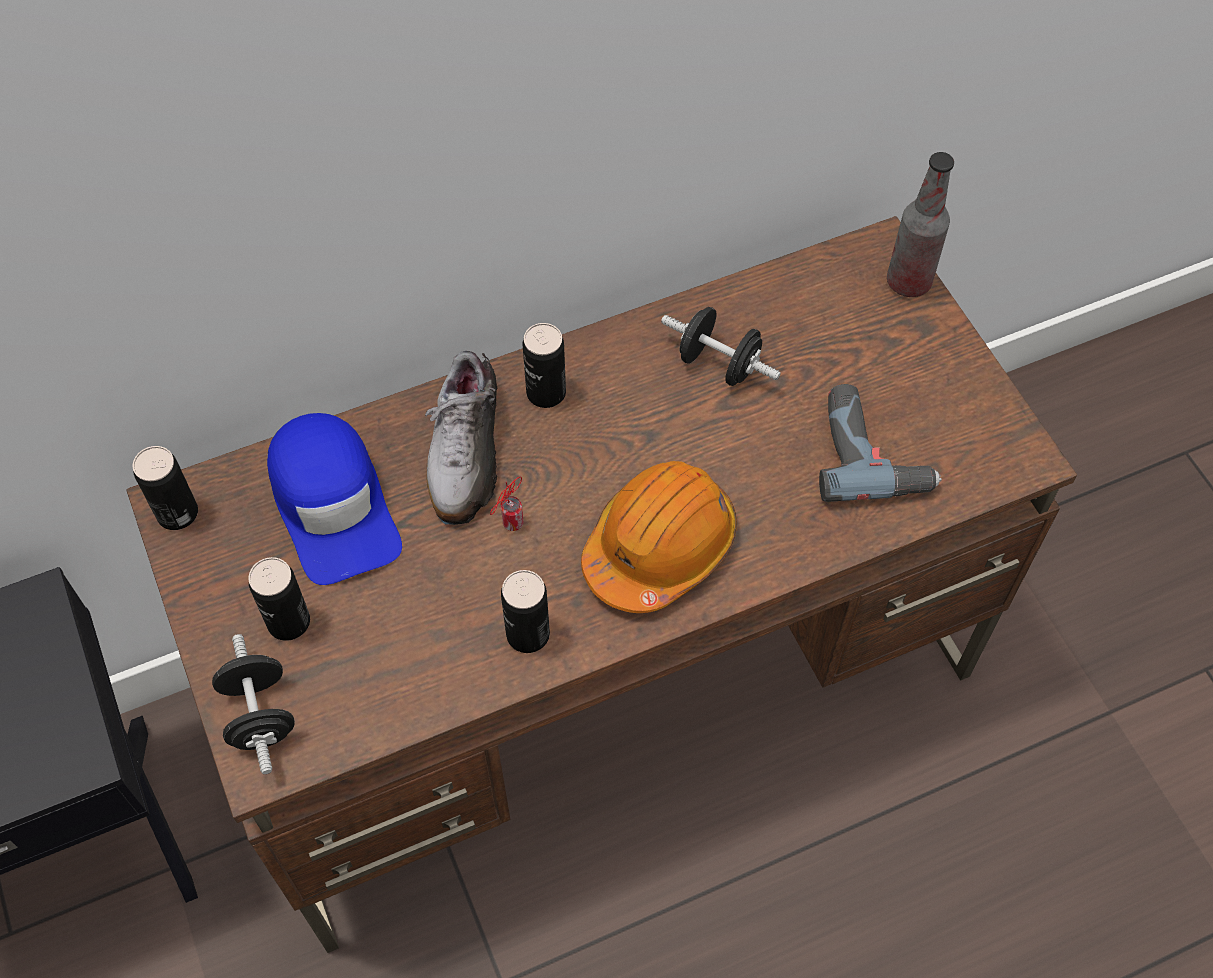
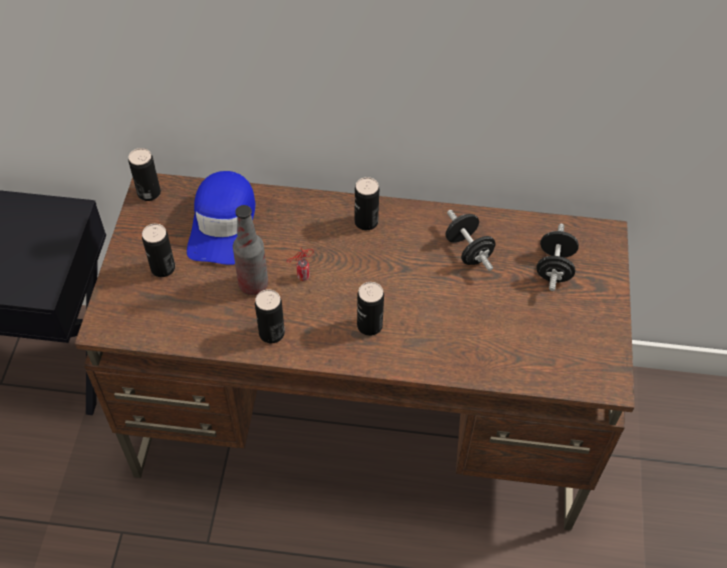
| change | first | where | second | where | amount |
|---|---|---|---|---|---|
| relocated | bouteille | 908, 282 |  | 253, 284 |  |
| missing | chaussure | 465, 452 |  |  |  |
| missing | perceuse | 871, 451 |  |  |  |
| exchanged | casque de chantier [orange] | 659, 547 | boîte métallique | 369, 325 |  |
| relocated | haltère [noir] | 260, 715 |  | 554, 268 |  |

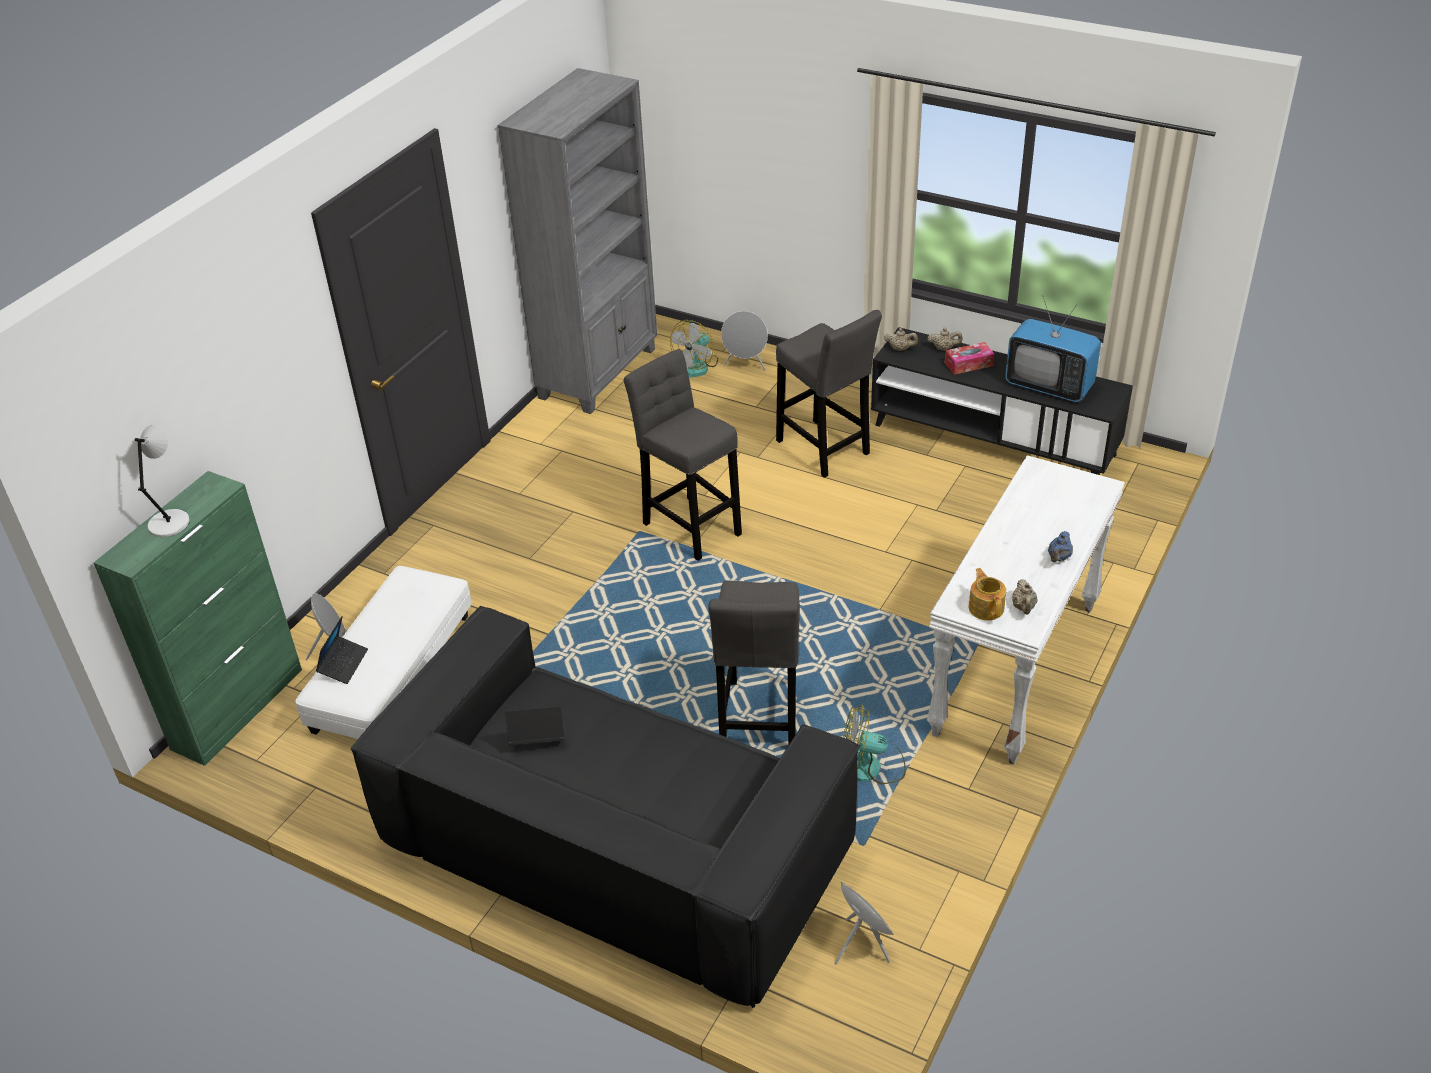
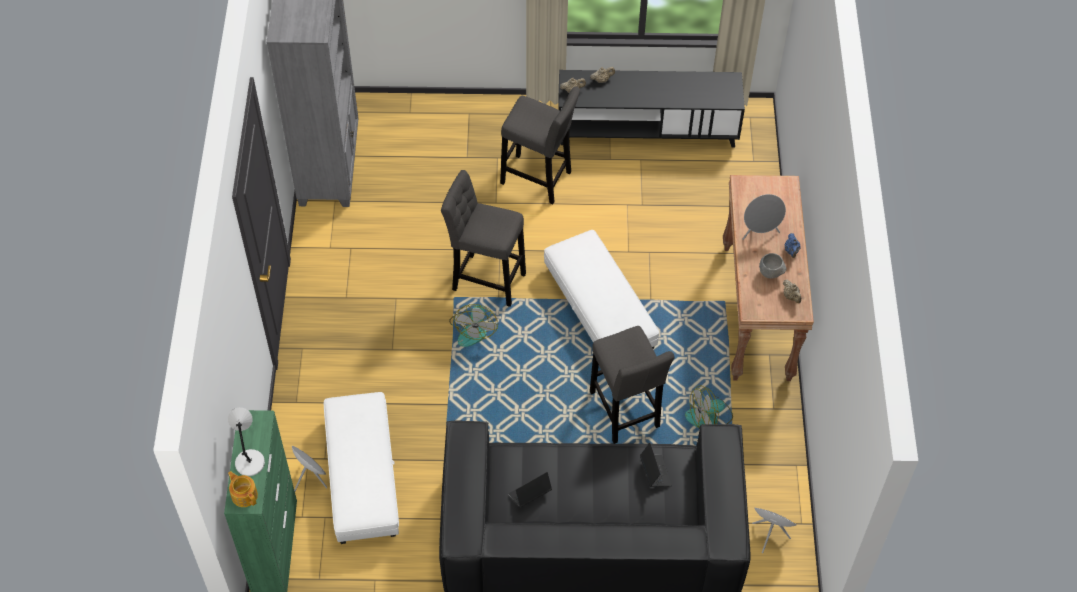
| change | first | where | second | where | amount |
|---|---|---|---|---|---|
| missing | téléviseur | 1049, 386 |  |  |  |
| relocated | enceinte [gris] | 746, 365 |  | 760, 232 |  |
| relocated | ventilateur | 696, 366 |  | 473, 329 |  |
| missing | boîte à mouchoirs | 968, 364 |  |  |  |
| colour | table console [blanc] | 1016, 670 | table console [marron] | 757, 313 |  |
| relocated | théière | 986, 607 |  | 244, 495 |  |
| relocated | ordinateur portable | 343, 664 |  | 655, 472 |  |
| appeared |  |  | pouf [blanc] | 599, 308 |  |
| appeared |  |  | bol [gris] | 770, 273 |  |

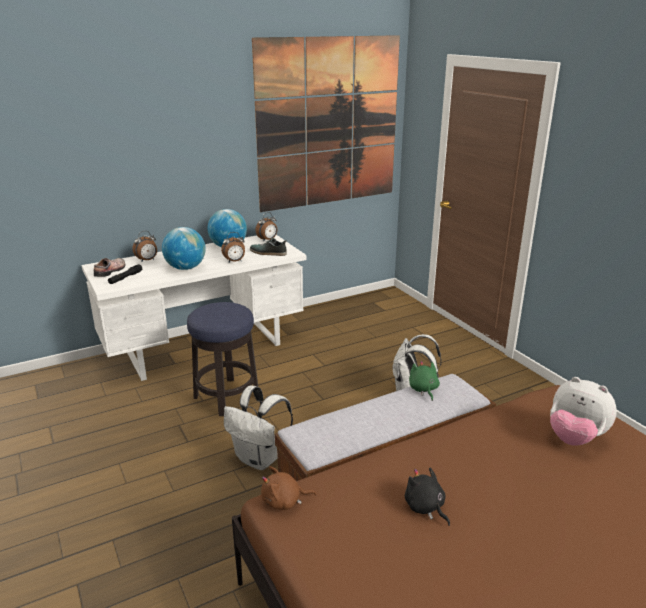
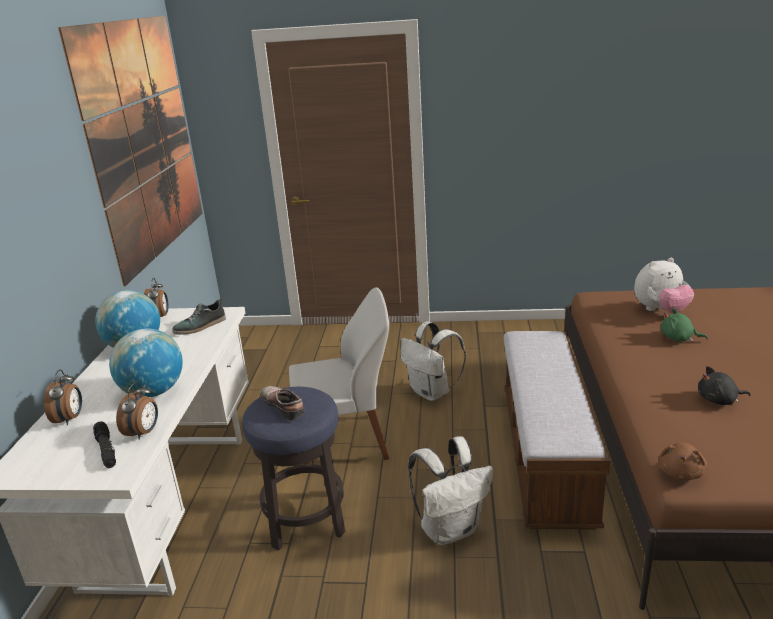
| change | first | where | second | where | amount |
|---|---|---|---|---|---|
| relocated | réveil | 234, 261 |  | 144, 432 |  |
| relocated | chaussure | 111, 271 |  | 285, 406 |  |
| relocated | peluche [vert] | 423, 389 |  | 679, 338 |  |
| appeared |  |  | chaise [blanc] | 346, 442 |  |

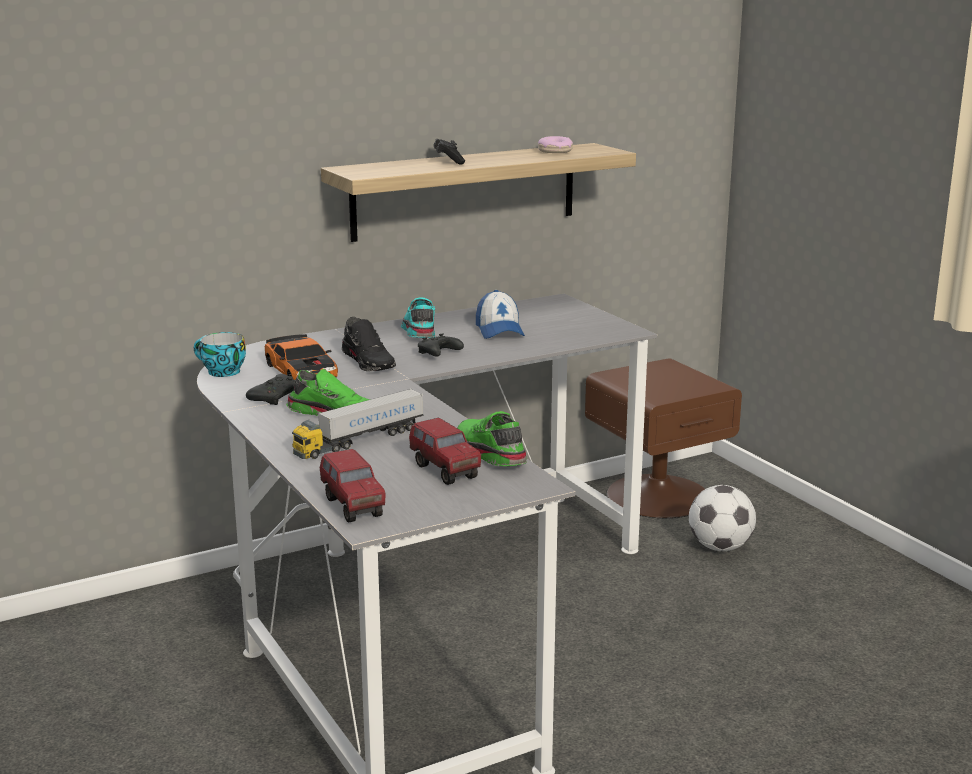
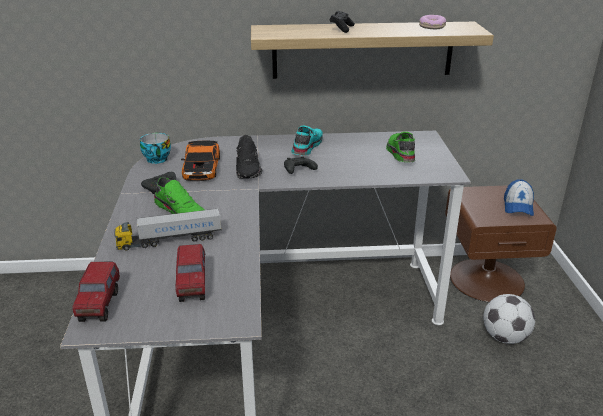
| change | first | where | second | where | amount |
|---|---|---|---|---|---|
| relocated | casquette | 499, 330 |  | 518, 206 |  |
| relocated | chaussure [vert] | 488, 453 |  | 400, 153 |  |

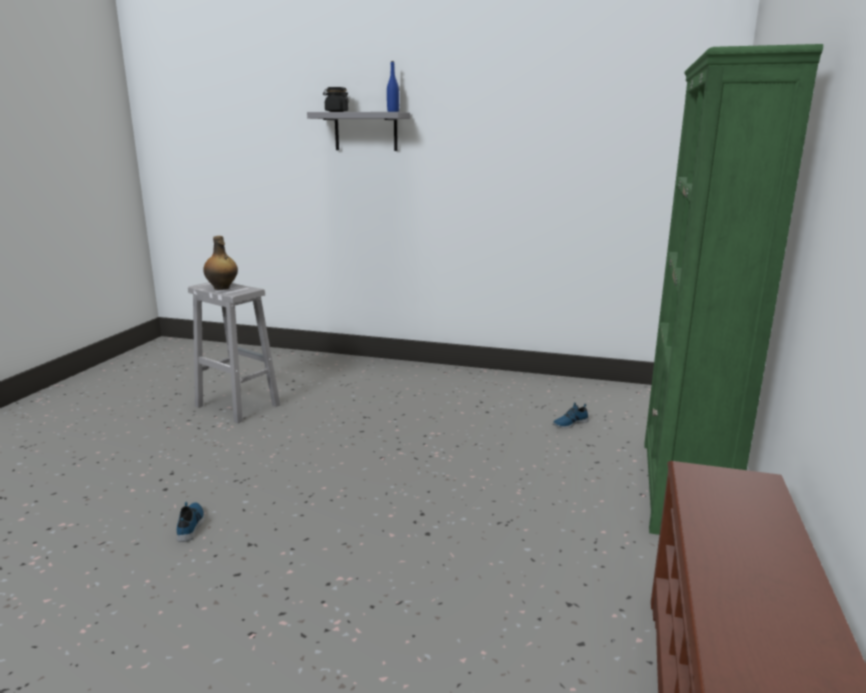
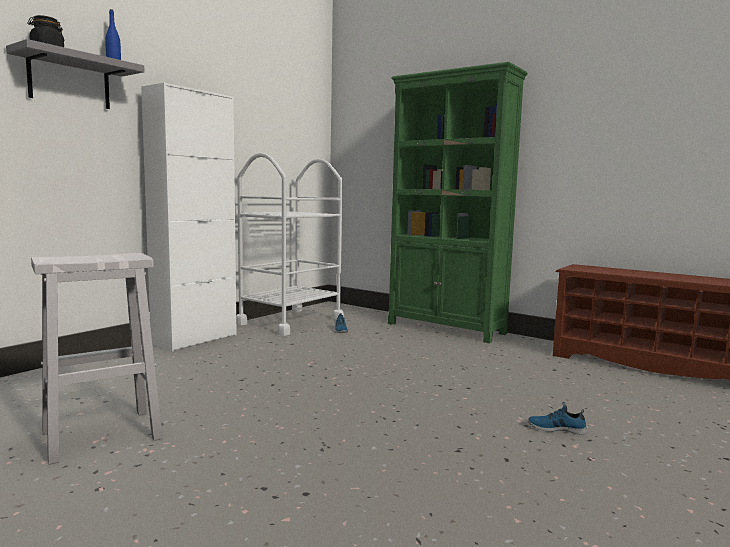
| change | first | where | second | where | amount |
|---|---|---|---|---|---|
| missing | bouteille | 222, 288 |  |  |  |
| relocated | chaussure | 191, 525 |  | 556, 428 |  |
| appeared |  |  | meuble de rangement [blanc] | 195, 339 |  |
| appeared |  |  | chariot [blanc] | 290, 321 |  |

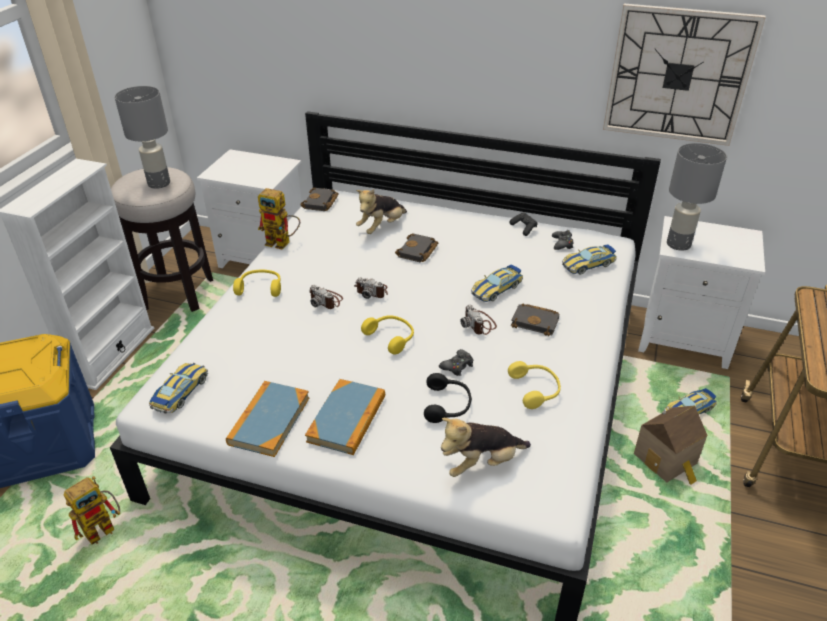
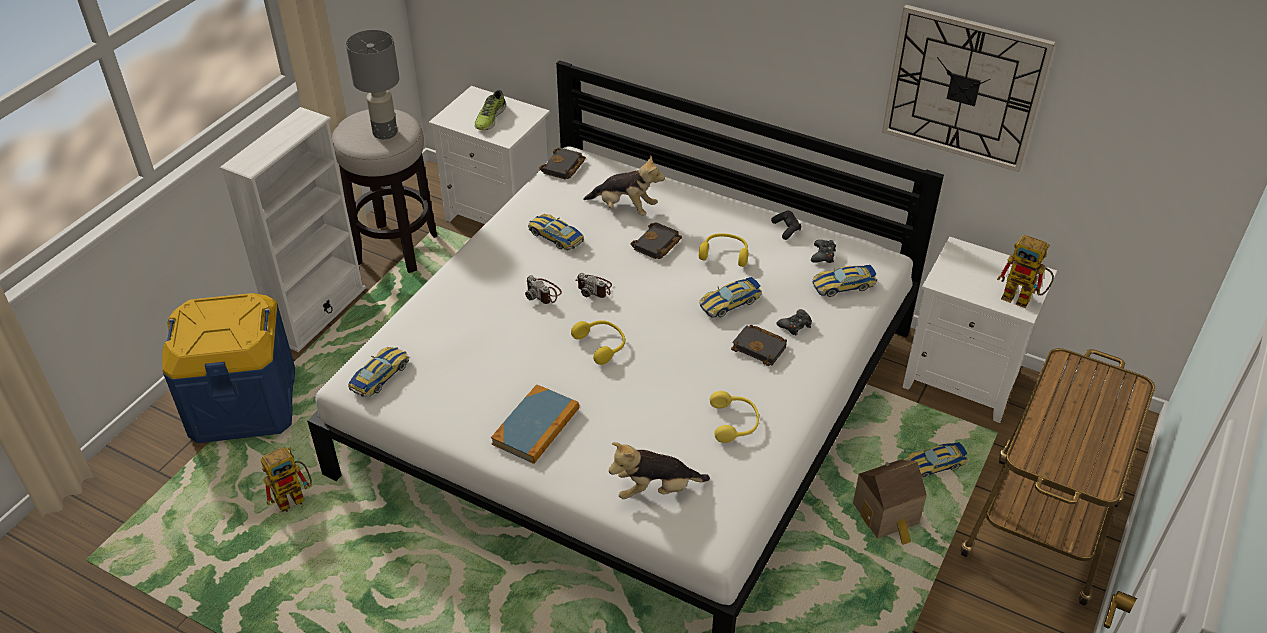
| change | first | where | second | where | amount |
|---|---|---|---|---|---|
| missing | lampe de table [gris] | 677, 244 |  |  |  |
| relocated | robot jouet | 283, 243 |  | 1023, 298 |  |
| spun | peluche | 381, 227 |  | 625, 208 | 120 degrees counterclockwise |
| relocated | casque audio [jaune] | 260, 288 |  | 725, 254 |  |
| missing | appareil photo | 479, 324 |  |  |  |
| relocated | manette [noir] | 457, 366 |  | 795, 325 |  |
| missing | casque audio [noir] | 448, 405 |  |  |  |
| missing | livre | 269, 420 |  |  |  |
| appeared |  |  | chaussure | 490, 118 |  |
| appeared |  |  | petite voiture | 556, 236 |  |

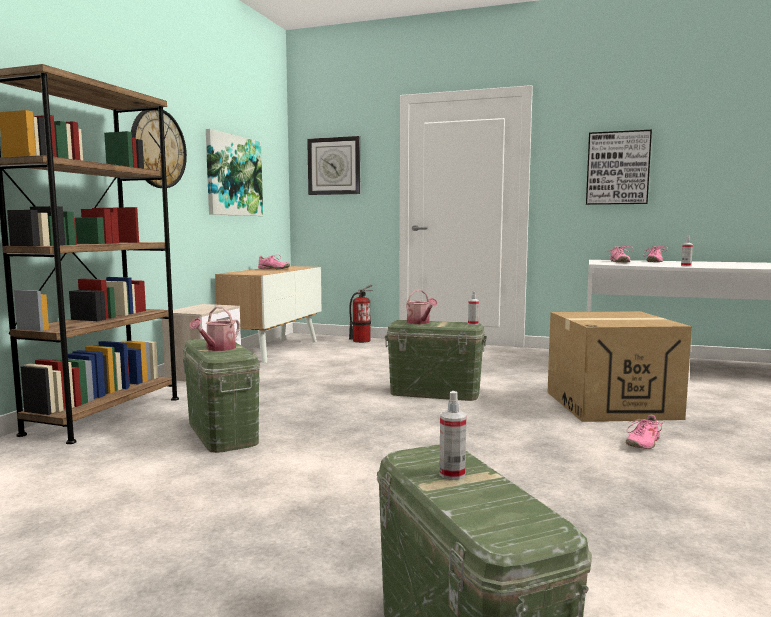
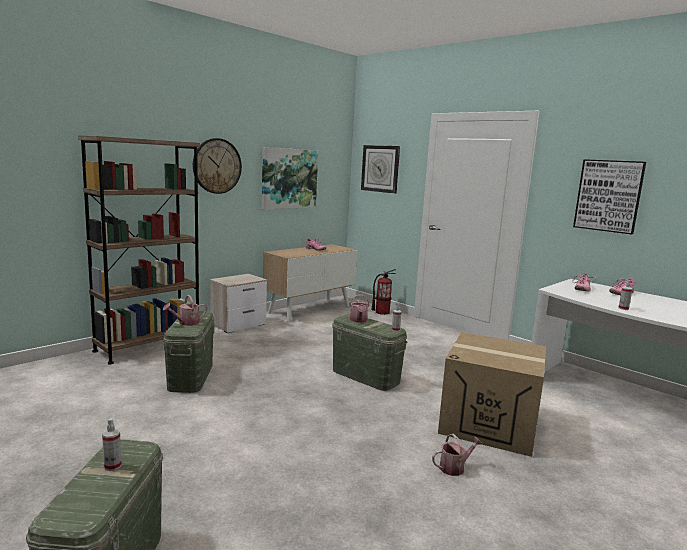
| change | first | where | second | where | amount |
|---|---|---|---|---|---|
| exchanged | chaussure [rose] | 642, 443 | arrosoir | 455, 467 |  |

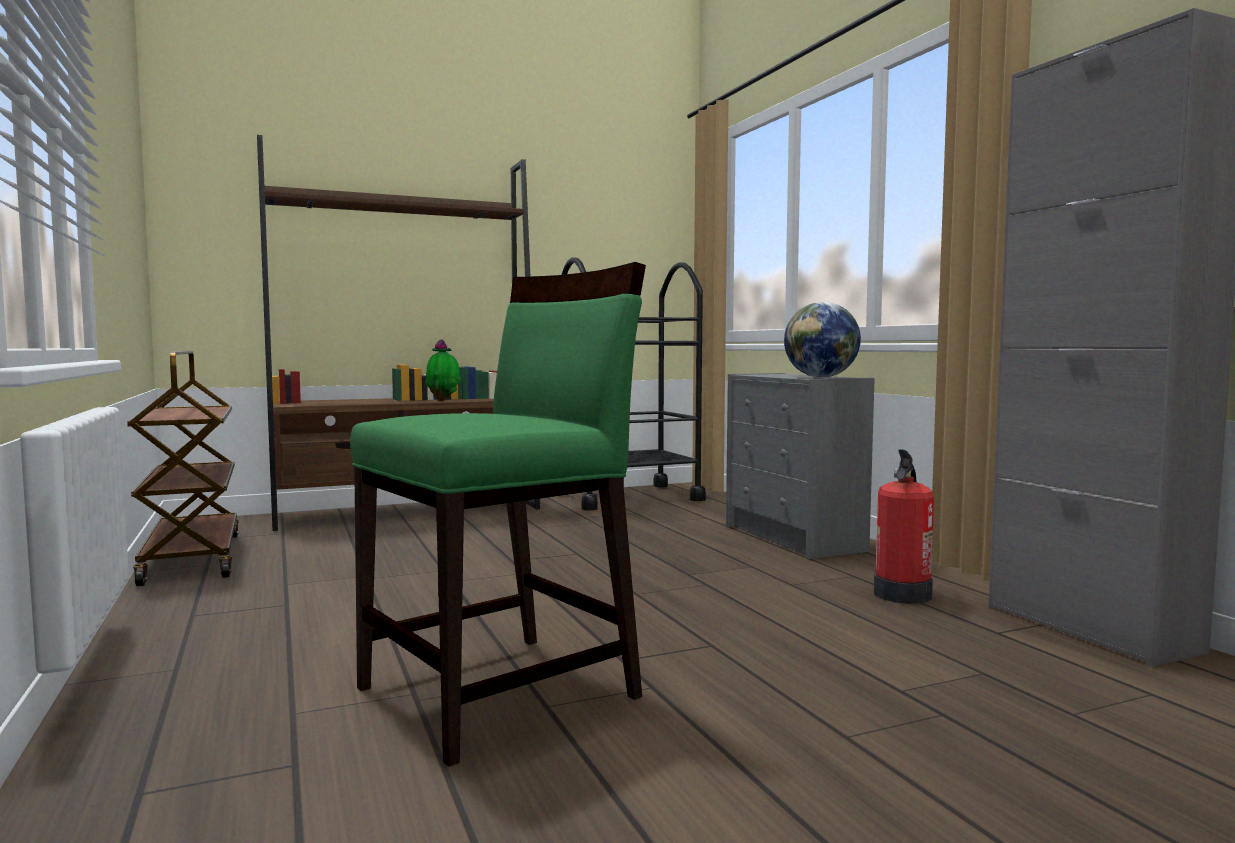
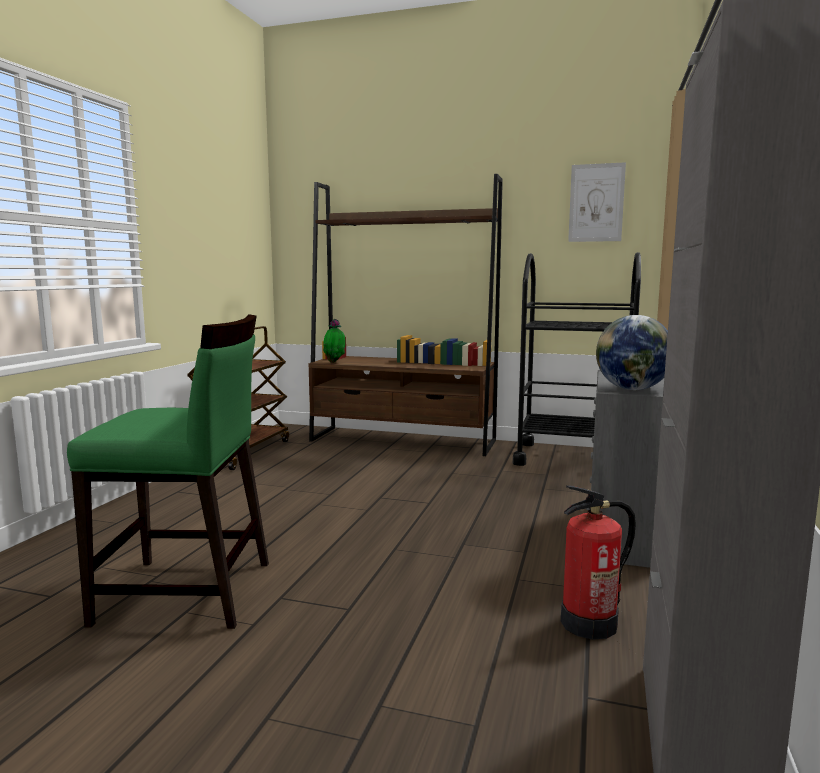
| change | first | where | second | where | amount |
|---|---|---|---|---|---|
| relocated | plante en pot | 443, 400 |  | 335, 362 |  |
| appeared |  |  | tableau | 596, 203 |  |

